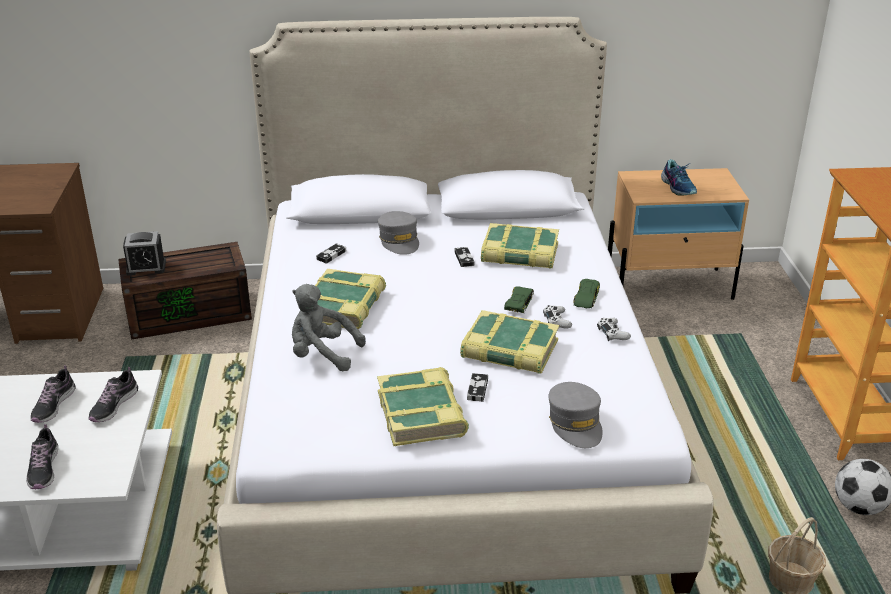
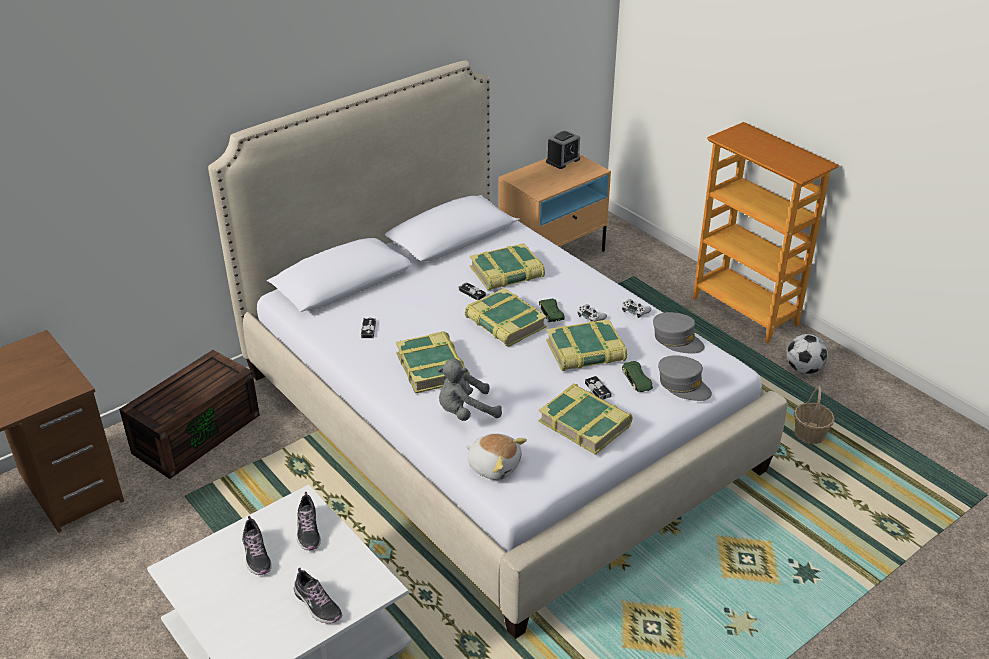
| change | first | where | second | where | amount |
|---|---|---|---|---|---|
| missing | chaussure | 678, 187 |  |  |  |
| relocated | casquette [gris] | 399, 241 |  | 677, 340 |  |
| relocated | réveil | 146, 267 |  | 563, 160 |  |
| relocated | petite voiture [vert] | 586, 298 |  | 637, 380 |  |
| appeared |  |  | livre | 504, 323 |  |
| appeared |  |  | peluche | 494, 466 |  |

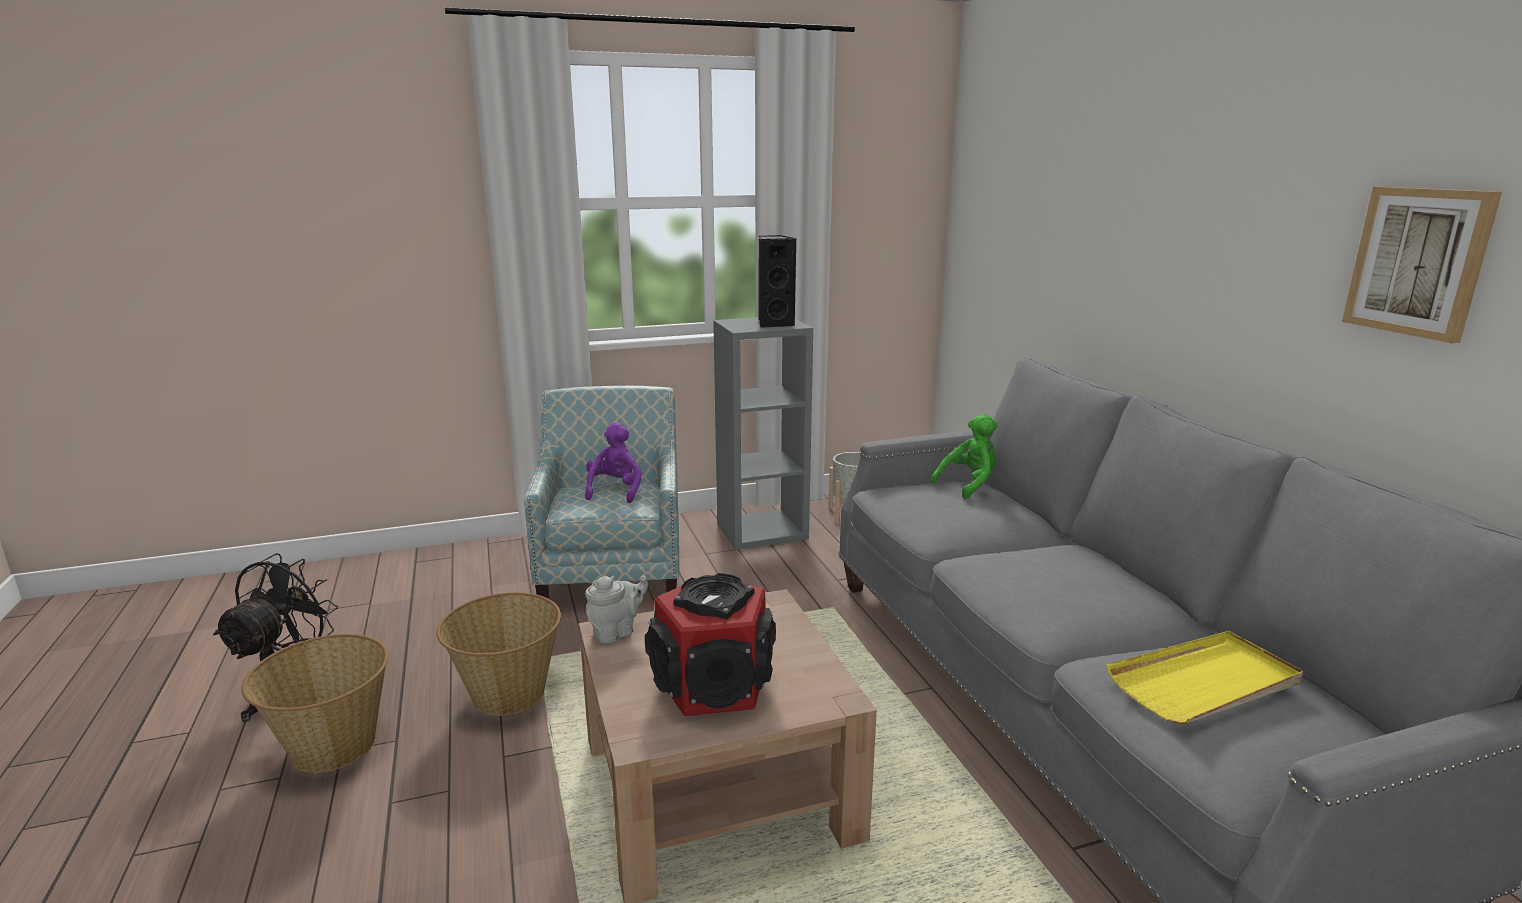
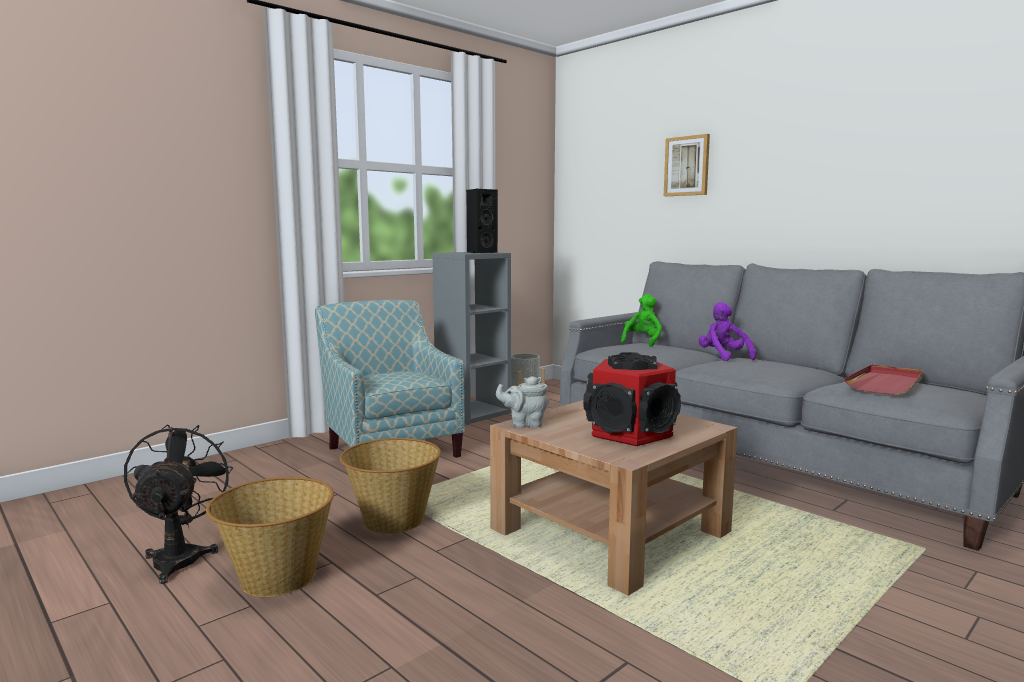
| change | first | where | second | where | amount |
|---|---|---|---|---|---|
| relocated | tableau | 1419, 262 |  | 687, 166 |  |
| relocated | peluche [violet] | 615, 491 |  | 723, 357 |  |
| spun | théière [gris] | 617, 632 |  | 524, 424 | 120 degrees counterclockwise |
| colour | plateau [jaune] | 1205, 683 | plateau [rouge] | 886, 383 |  |

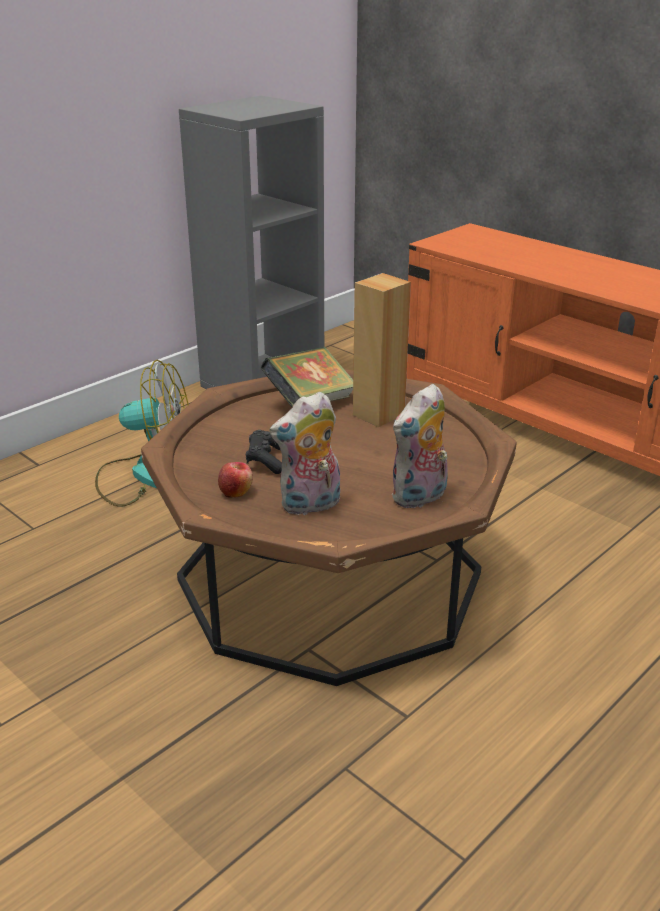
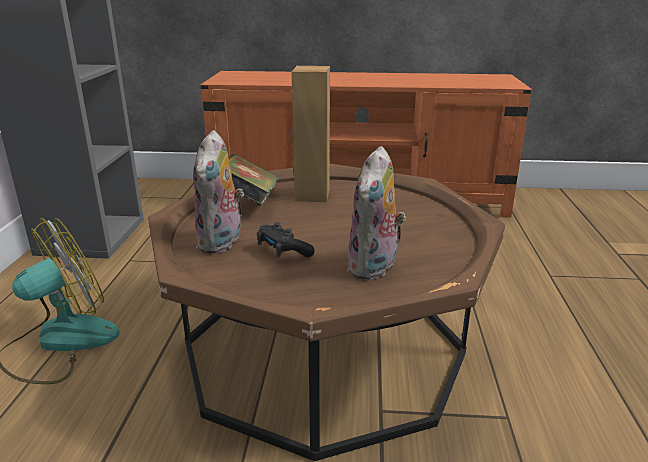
| change | first | where | second | where | amount |
|---|---|---|---|---|---|
| relocated | peluche | 420, 497 |  | 222, 243 |  |
| missing | pomme | 236, 492 |  |  |  |

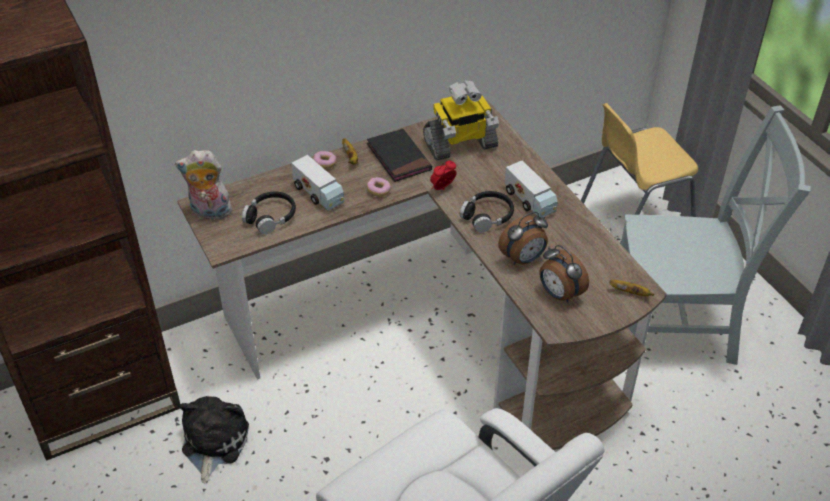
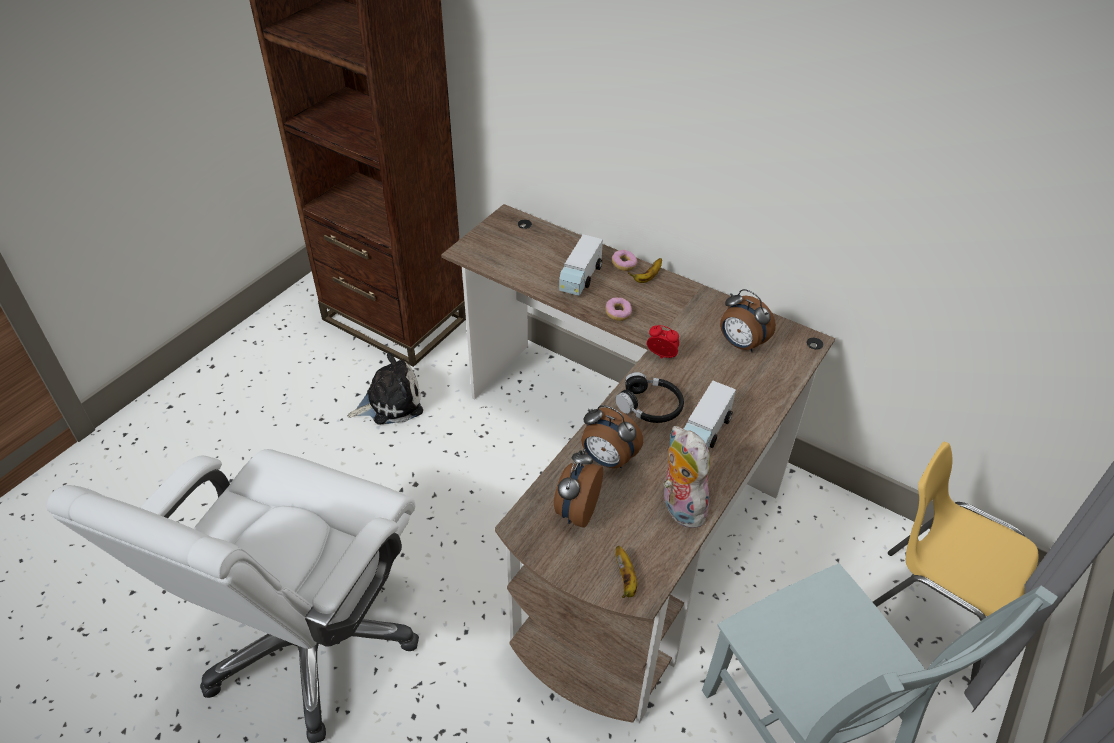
| change | first | where | second | where | amount |
|---|---|---|---|---|---|
| exchanged | robot jouet | 460, 145 | réveil | 740, 344 |  |
| missing | livre [noir] | 399, 158 |  |  |  |
| relocated | peluche | 209, 212 |  | 679, 506 |  |
| missing | casque audio [noir] | 270, 217 |  |  |  |

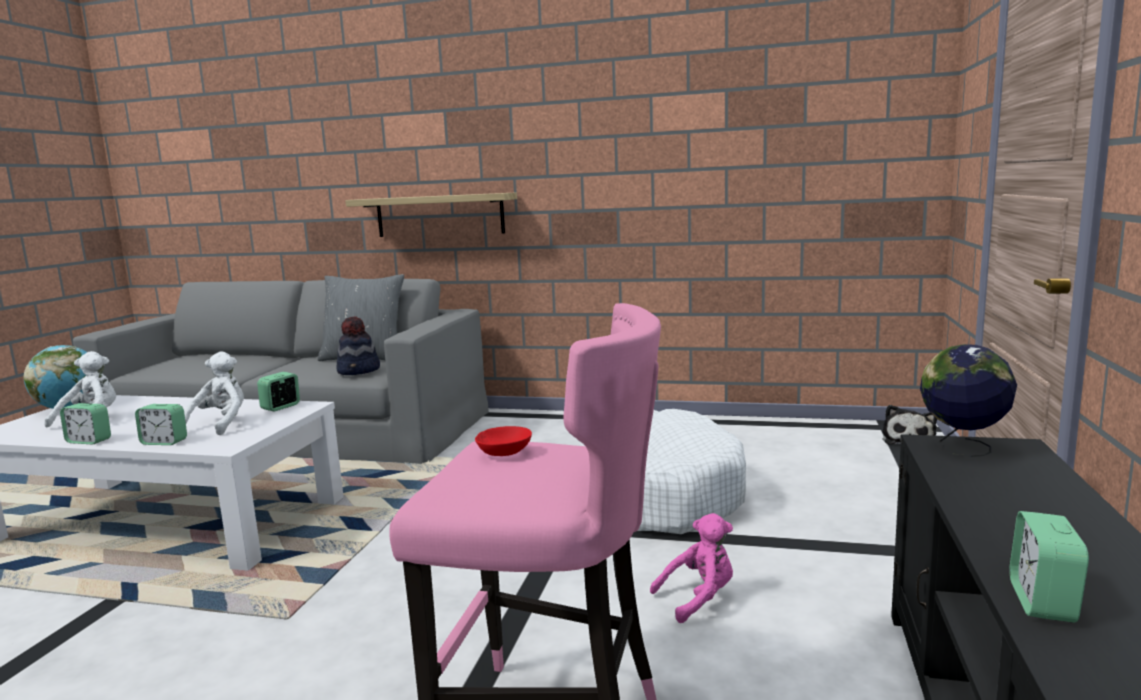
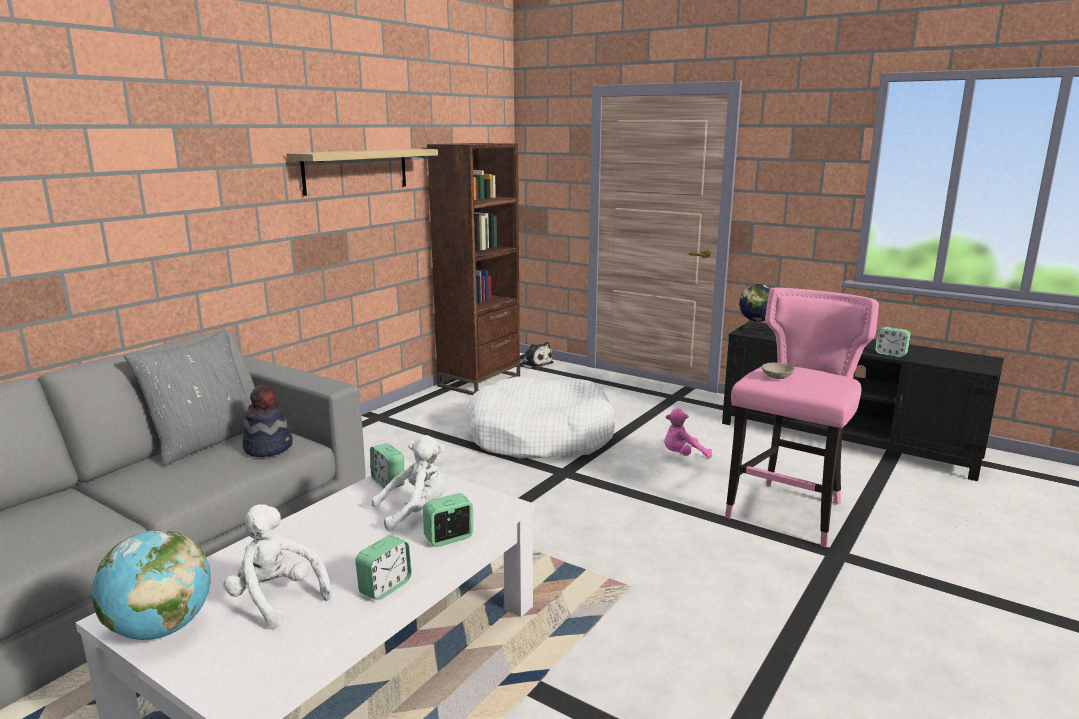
| change | first | where | second | where | amount |
|---|---|---|---|---|---|
| relocated | étagère | 439, 215 |  | 356, 170 |  |
| spun | peluche [blanc] | 221, 424 |  | 415, 511 | 120 degrees clockwise |
| spun | réveil | 164, 442 |  | 449, 538 | 150 degrees counterclockwise |
| colour | bol [rouge] | 506, 452 | bol [beige] | 777, 376 |  |
| spun | peluche [rose] | 699, 598 |  | 683, 456 | 105 degrees counterclockwise |
| appeared |  |  | bibliothèque [marron] | 480, 381 |  |

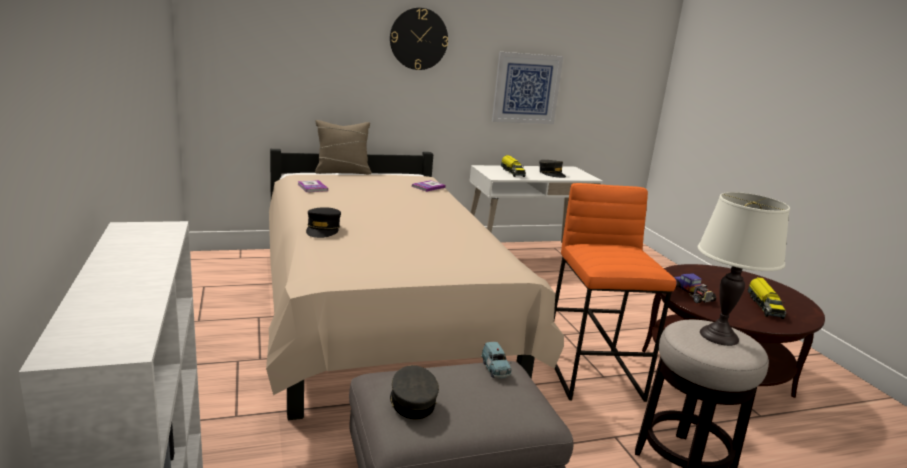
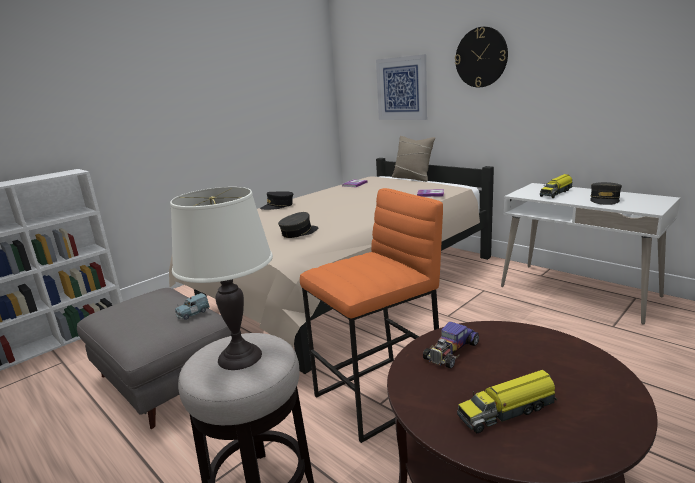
| change | first | where | second | where | amount |
|---|---|---|---|---|---|
| relocated | tableau | 526, 88 |  | 401, 88 |  |
| relocated | casquette [gris] | 412, 401 |  | 299, 232 |  |

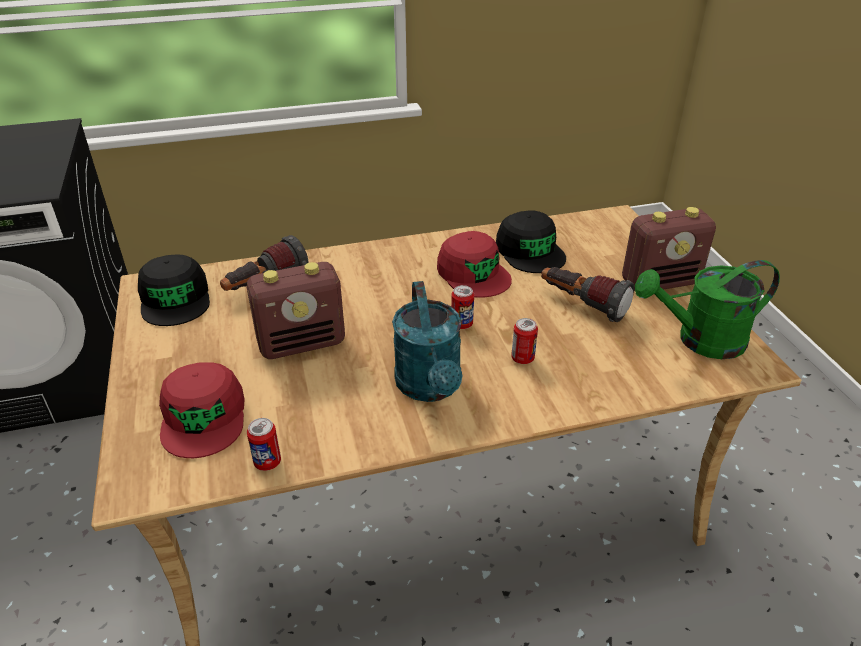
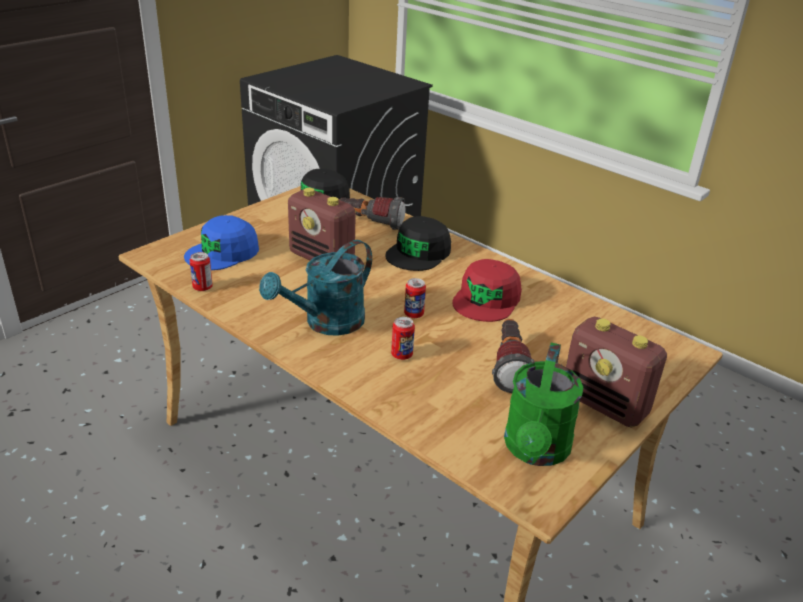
| change | first | where | second | where | amount |
|---|---|---|---|---|---|
| relocated | casquette [noir] | 530, 251 |  | 419, 253 |  |
| spun | arrosoir [vert] | 700, 340 |  | 536, 451 | 120 degrees counterclockwise |
| colour | casquette [rouge] | 204, 417 | casquette [bleu] | 223, 252 |  |

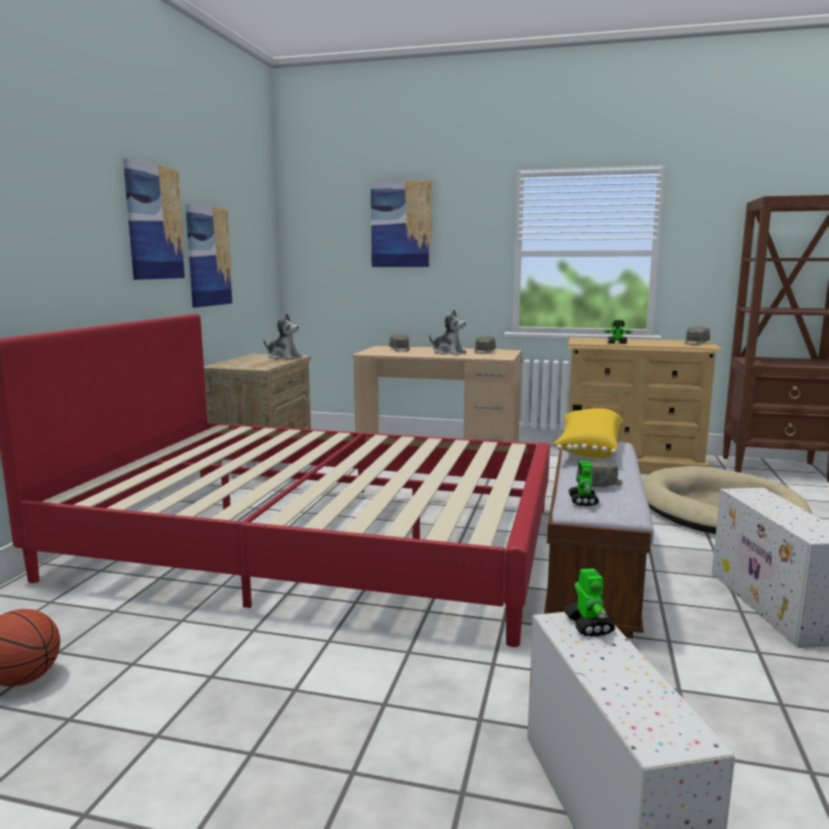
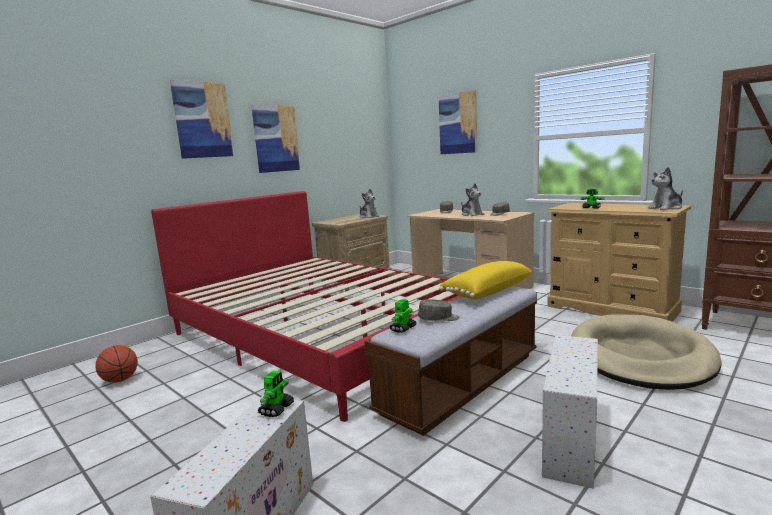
| change | first | where | second | where | amount |
|---|---|---|---|---|---|
| relocated | tableau | 208, 256 |  | 203, 120 |  |
| exchanged | casquette [gris] | 695, 343 | peluche | 666, 208 |  |

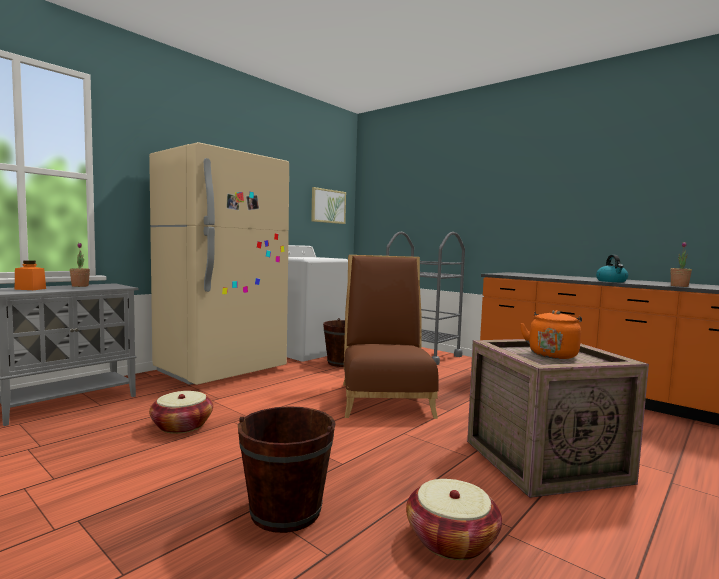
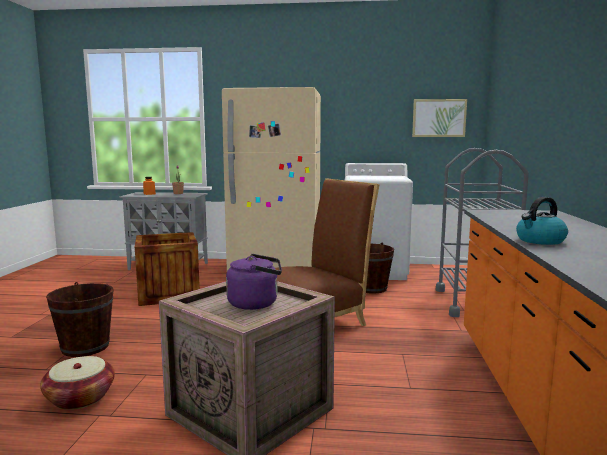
| change | first | where | second | where | amount |
|---|---|---|---|---|---|
| missing | plante en pot | 679, 286 |  |  |  |
| colour | bouilloire [orange] | 552, 354 | bouilloire [violet] | 256, 303 |  |
| exchanged | panier | 182, 426 | caisse | 168, 294 |  |

